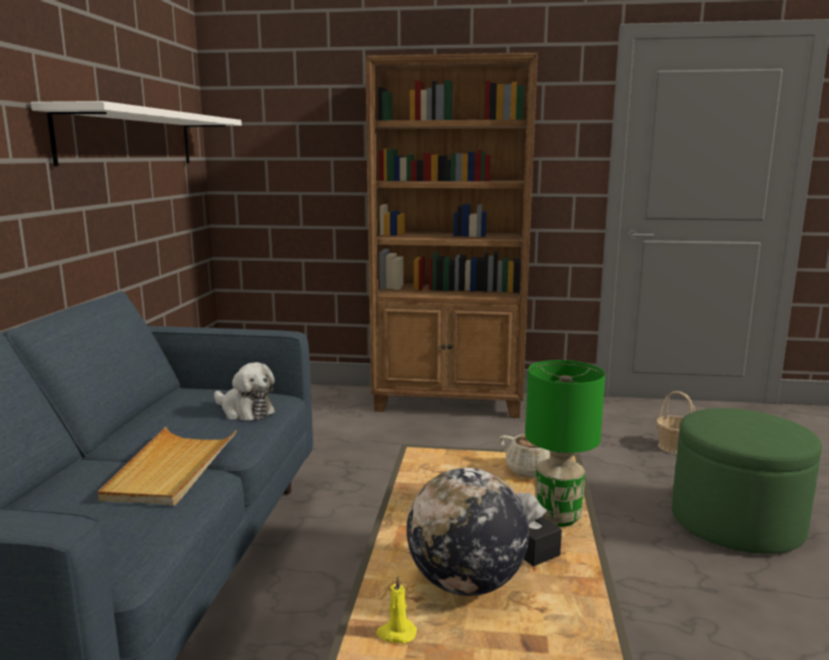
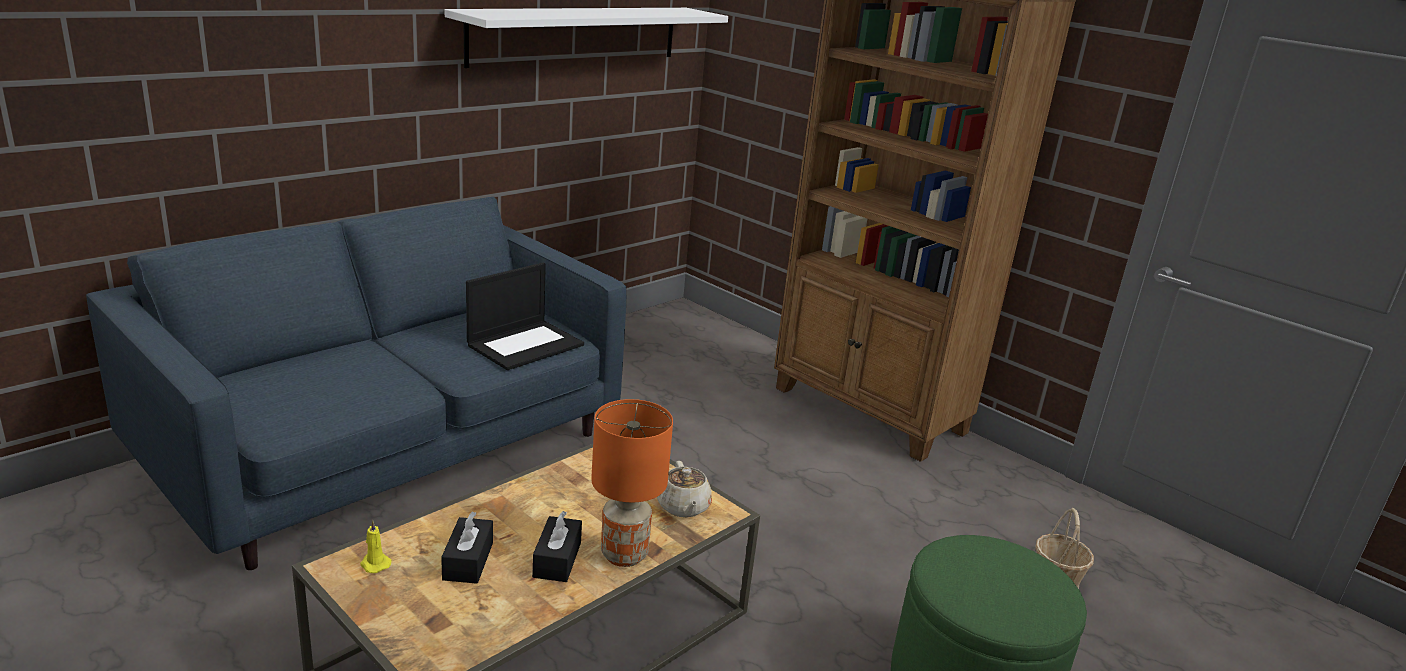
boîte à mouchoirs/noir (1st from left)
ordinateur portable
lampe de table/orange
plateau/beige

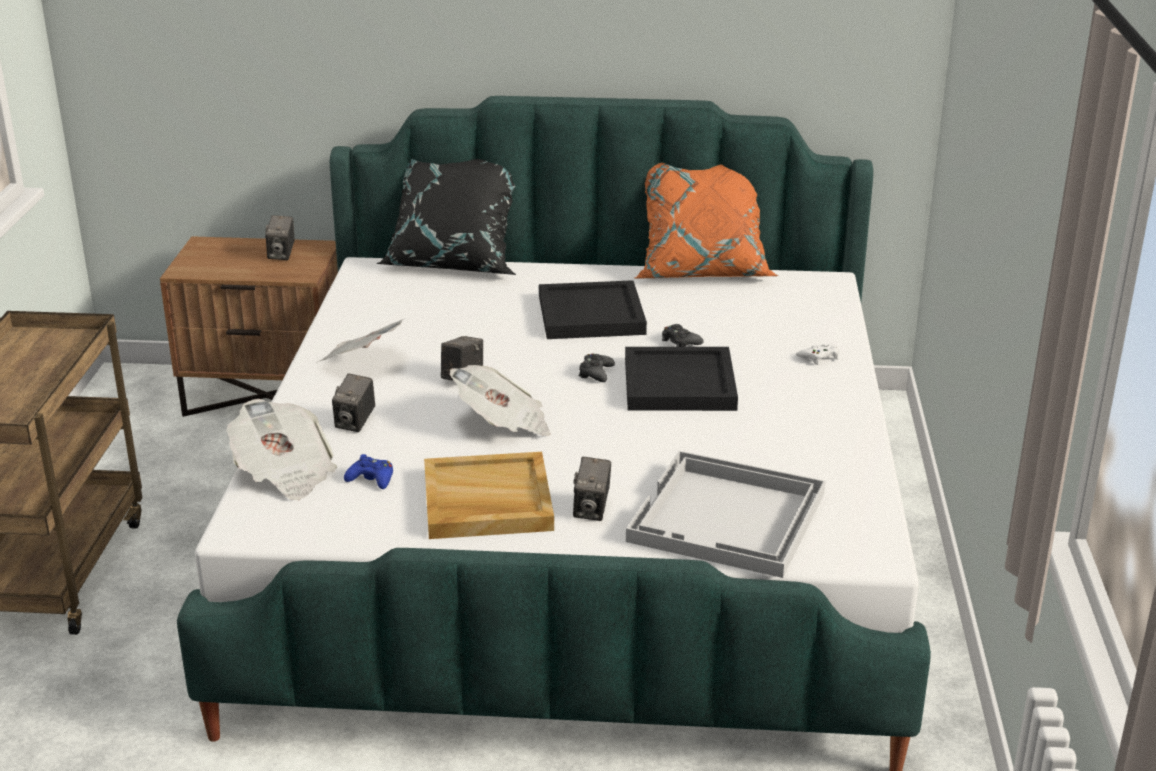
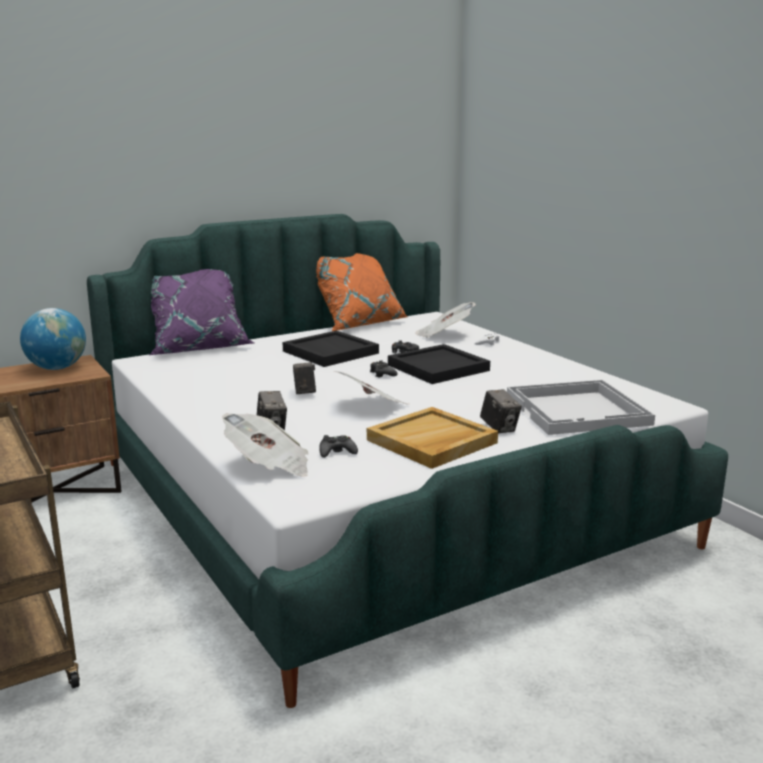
globe
coussin/violet
manette/noir (1st from left)
journal (3rd from left)

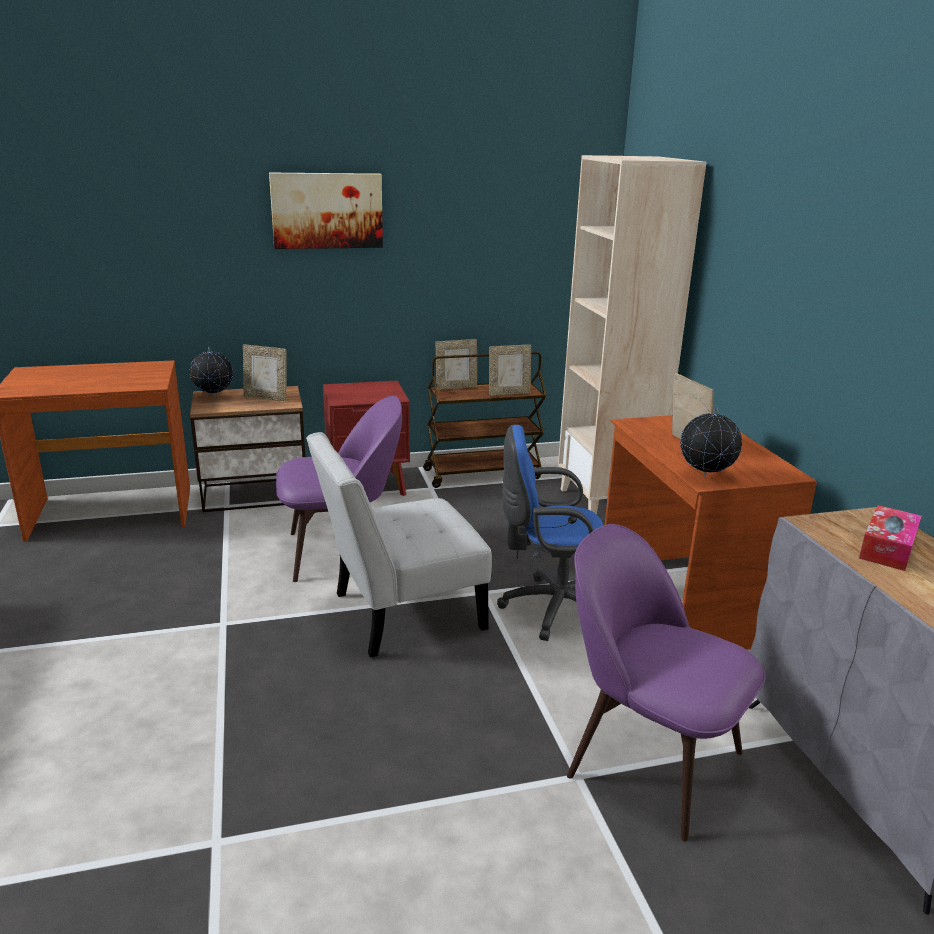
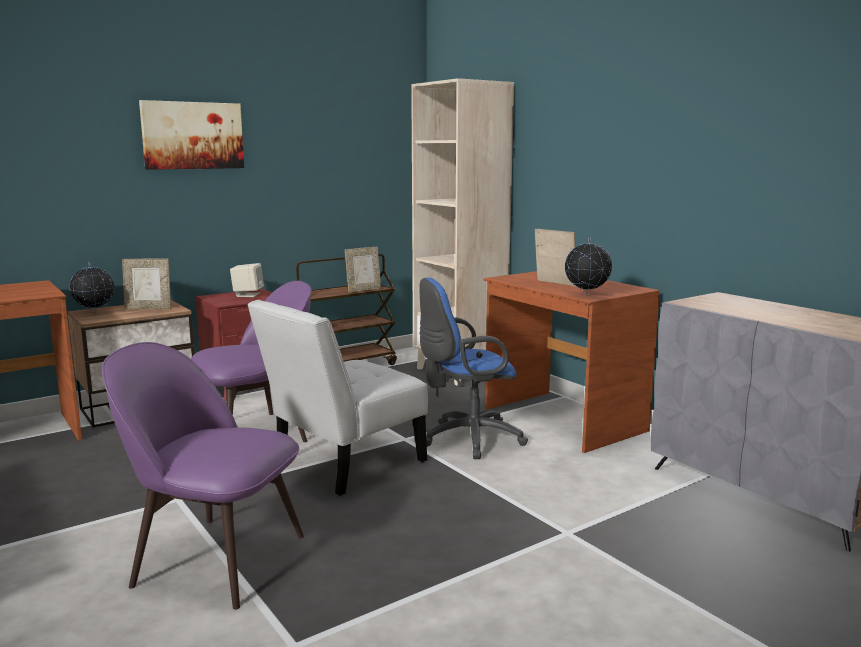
chaise/violet (1st from left)
enceinte/beige
cadre photo (2nd from left in the first image)
boîte à mouchoirs

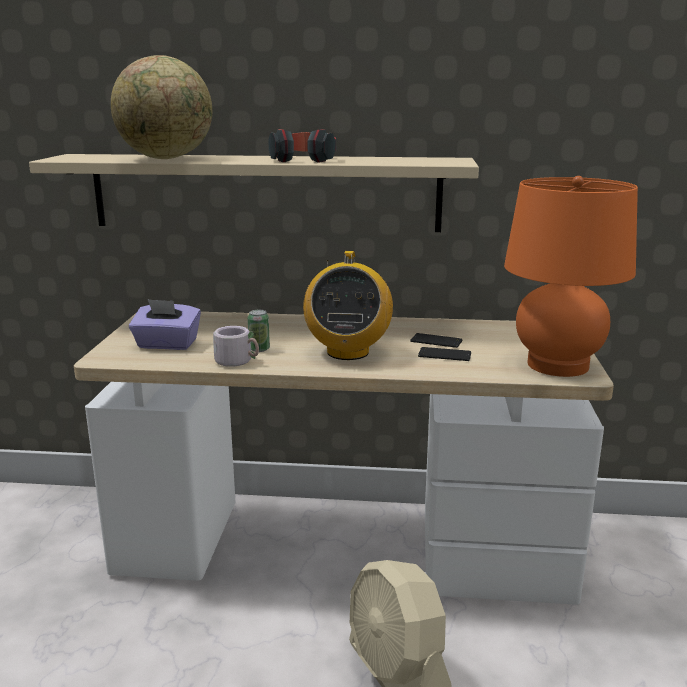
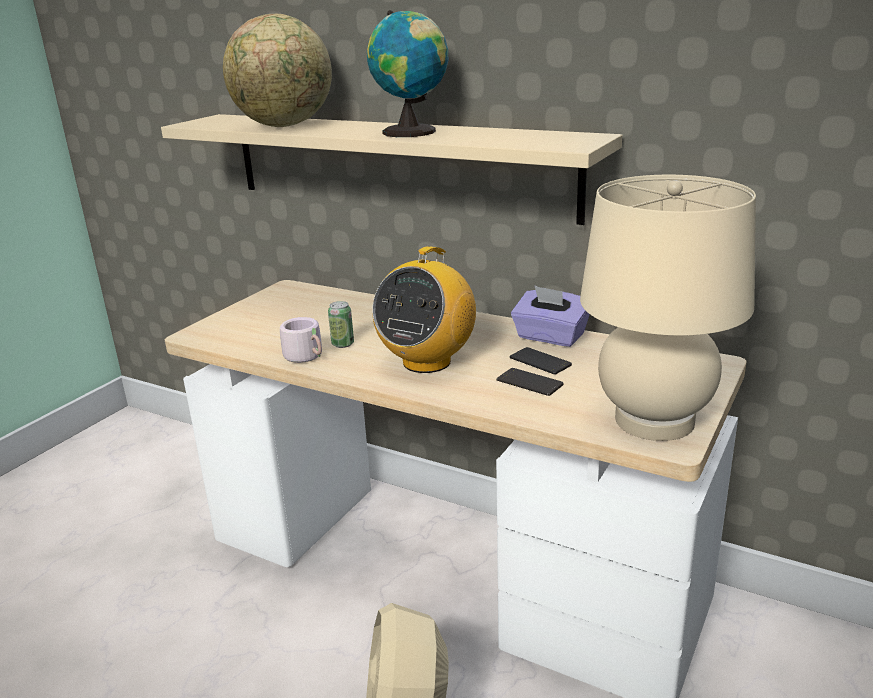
globe (2nd from left)
boîte à mouchoirs/violet
lampe de table/beige

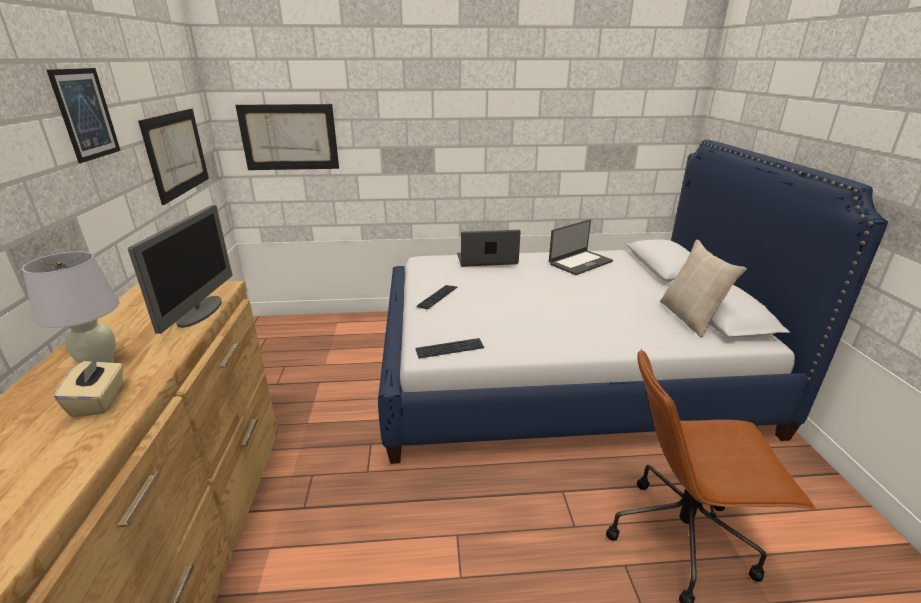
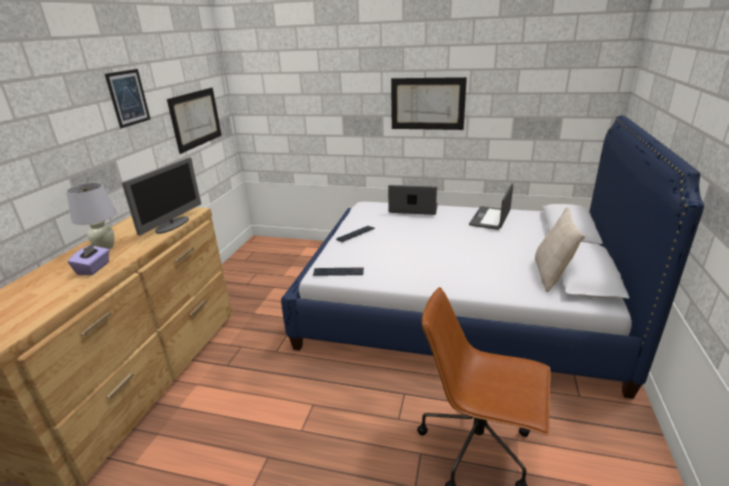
boîte à mouchoirs/violet
tableau (3rd from left)
ordinateur portable (2nd from left)

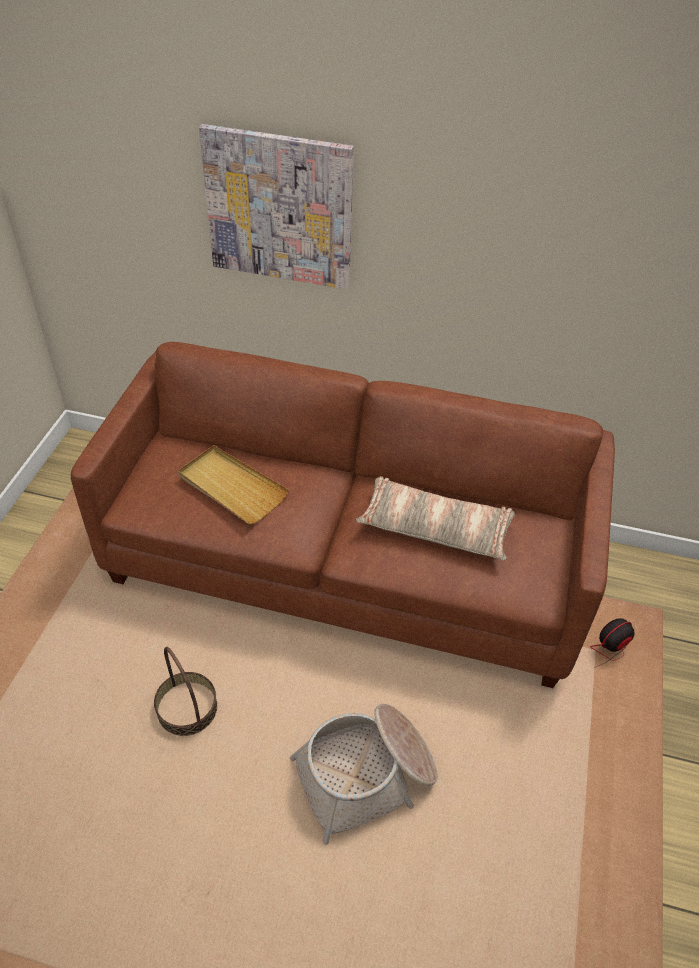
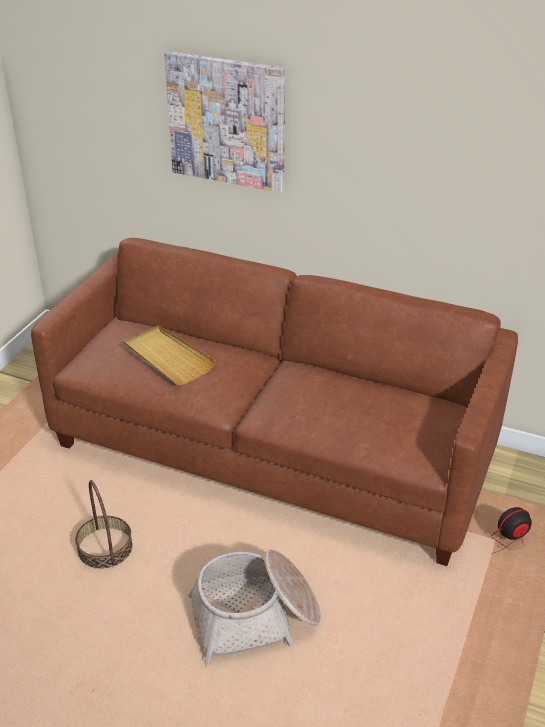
coussin

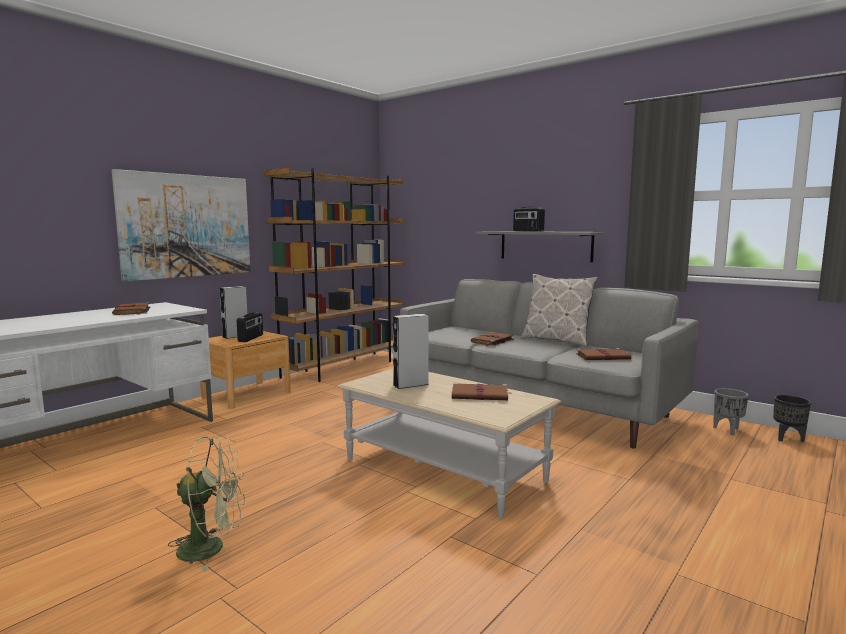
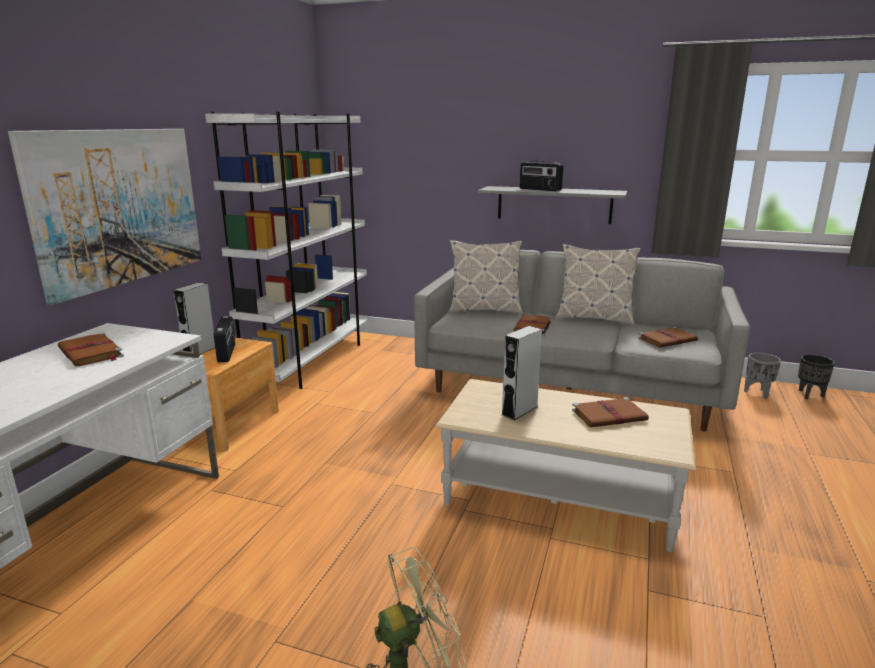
bibliothèque/blanc
coussin (1st from left)

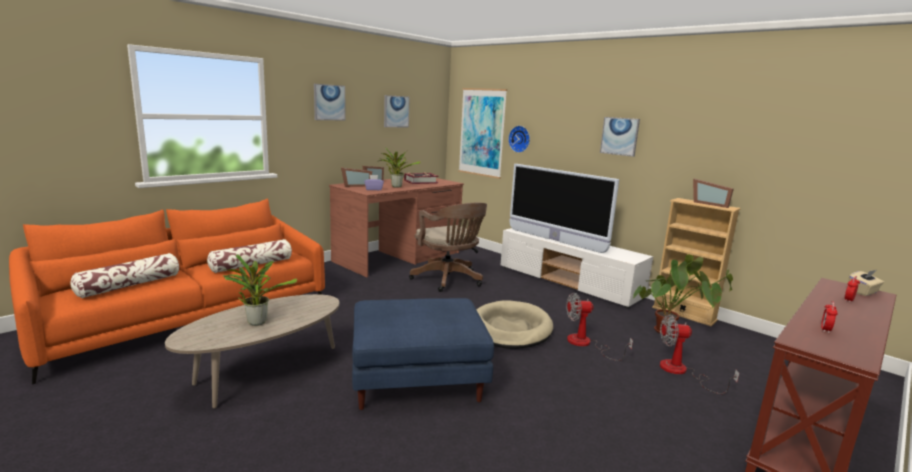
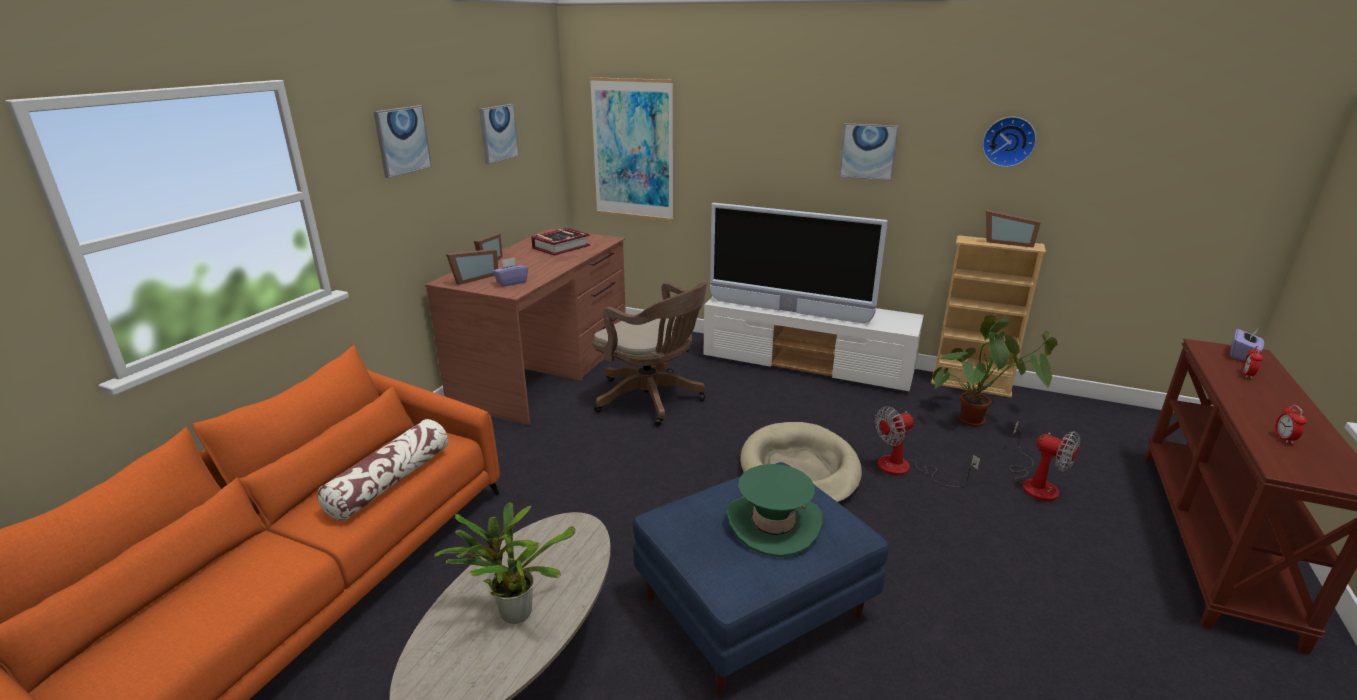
chapeau/vert
horloge murale
ventilateur (2nd from left)
boîte à mouchoirs/violet (2nd from left)
coussin (1st from left in the first image)
plante en pot (2nd from left in the first image)

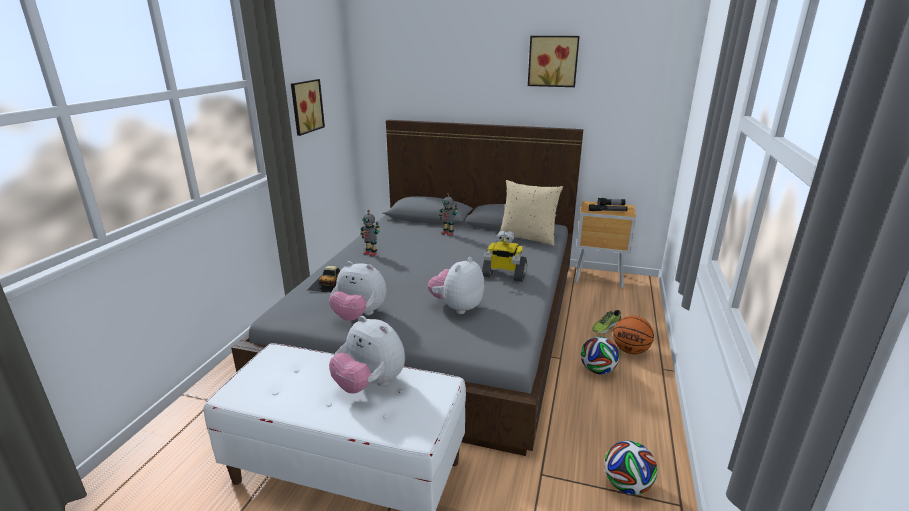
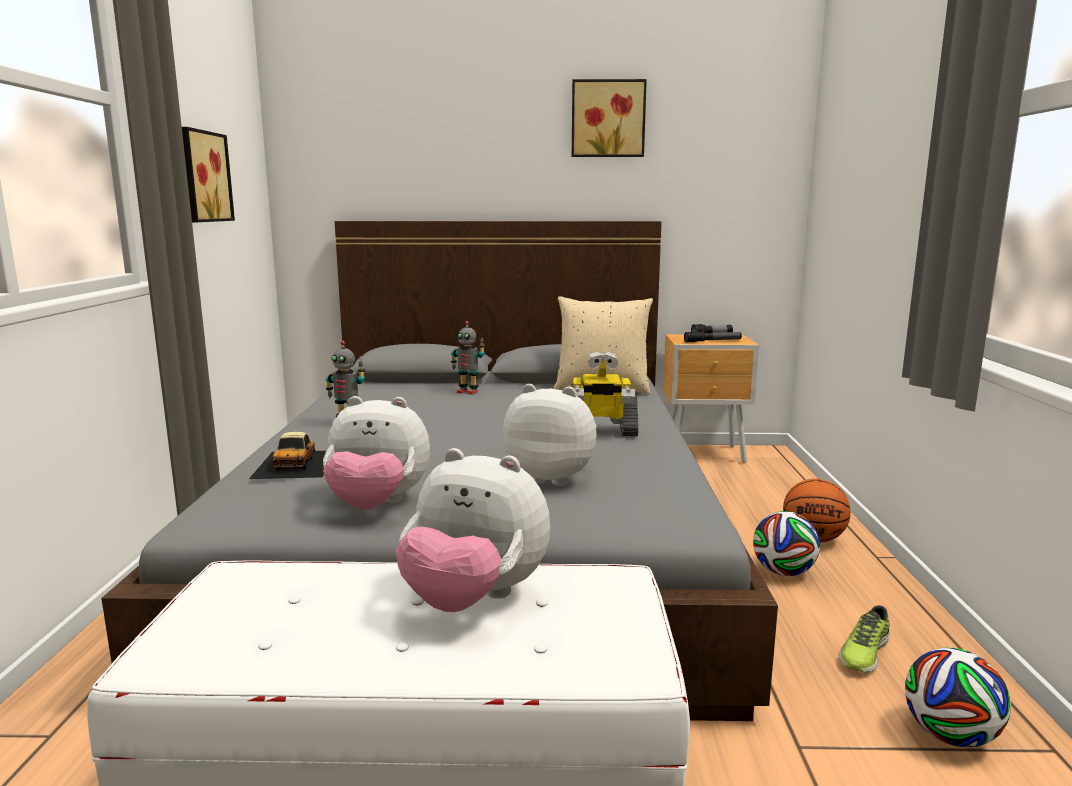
peluche (3rd from left)
chaussure

